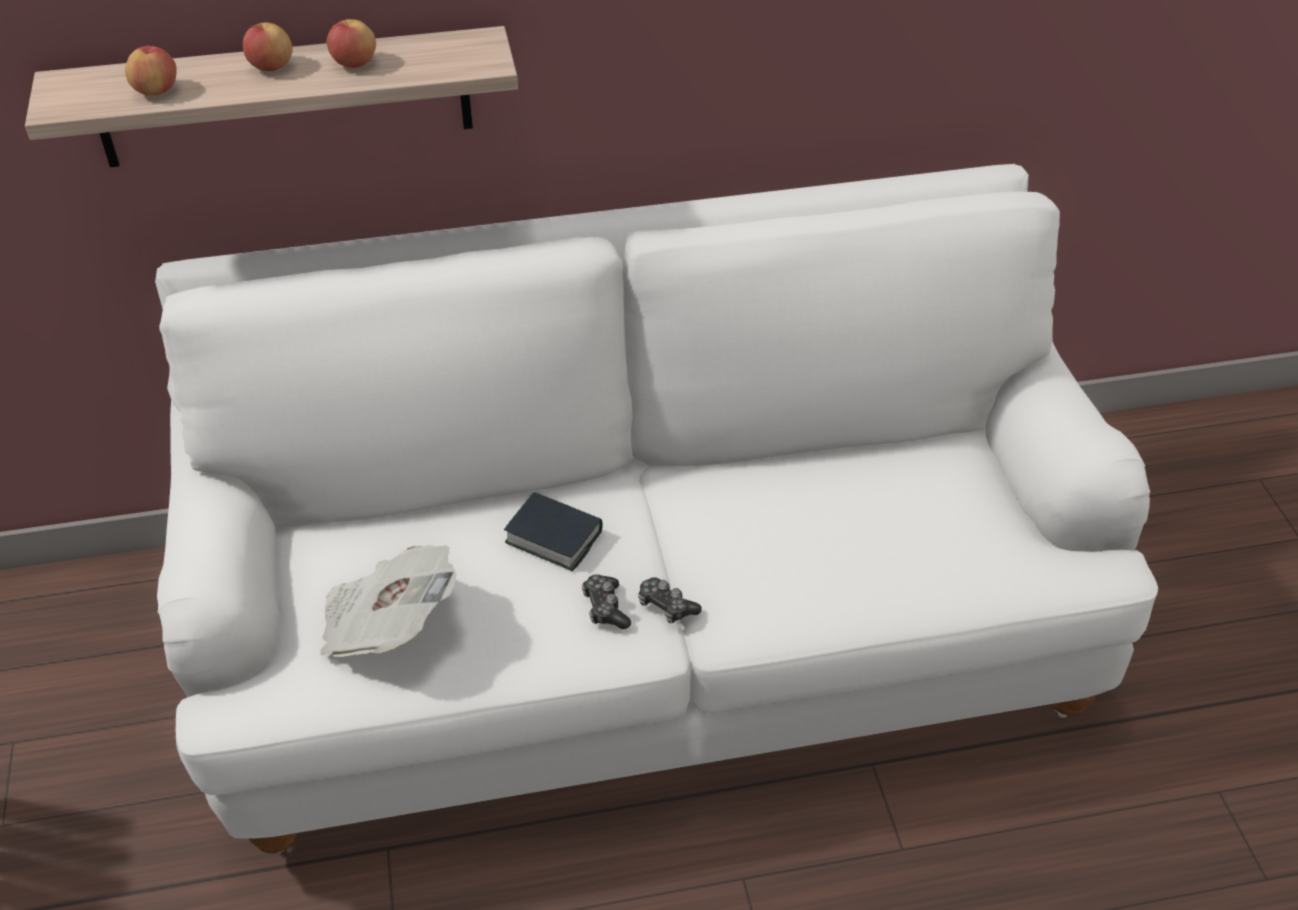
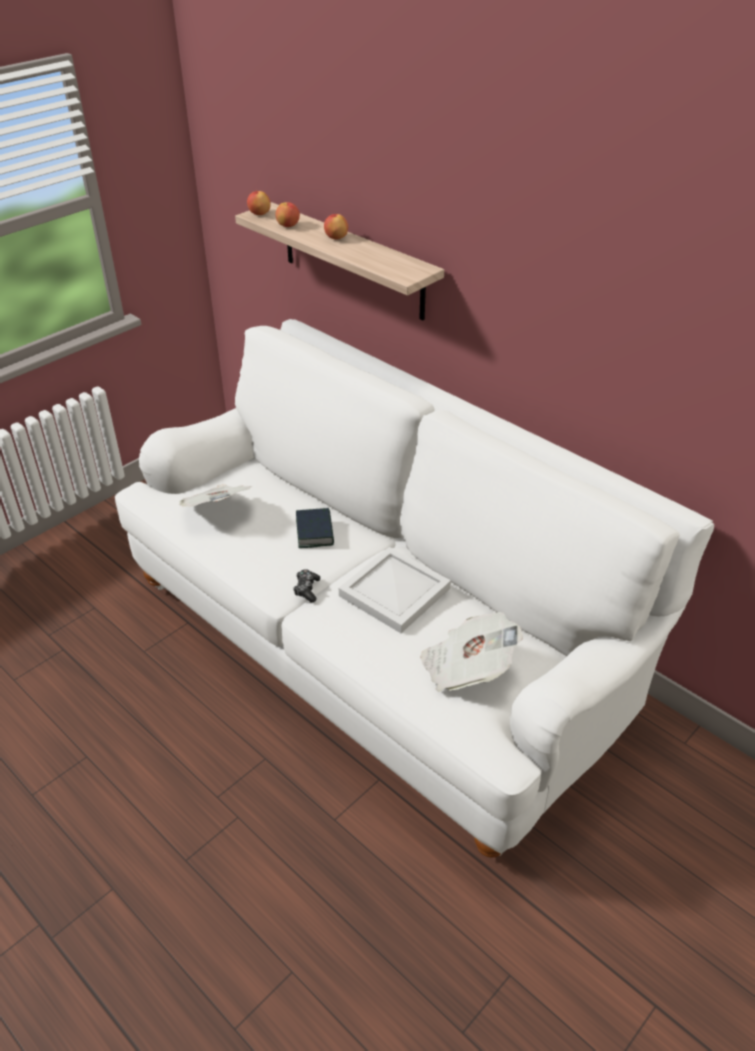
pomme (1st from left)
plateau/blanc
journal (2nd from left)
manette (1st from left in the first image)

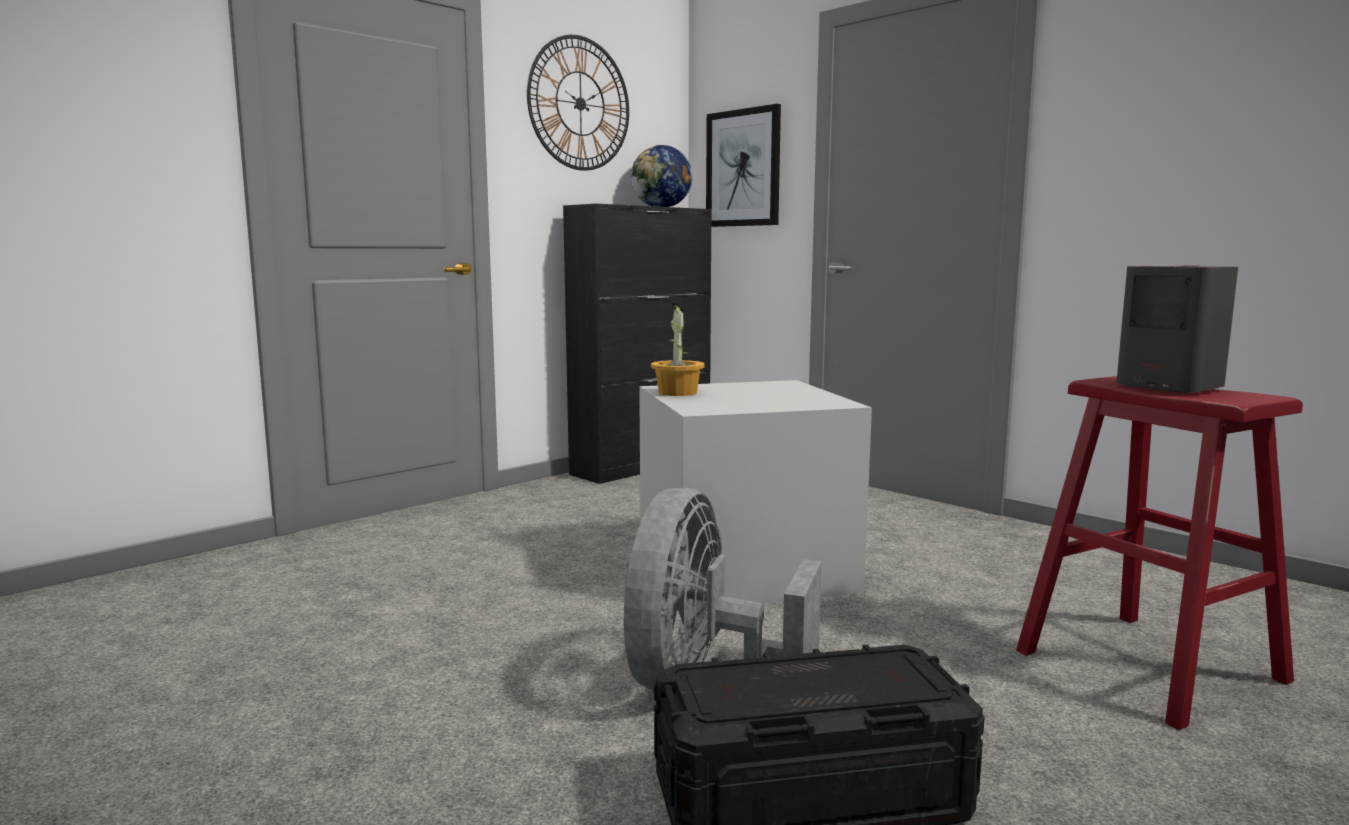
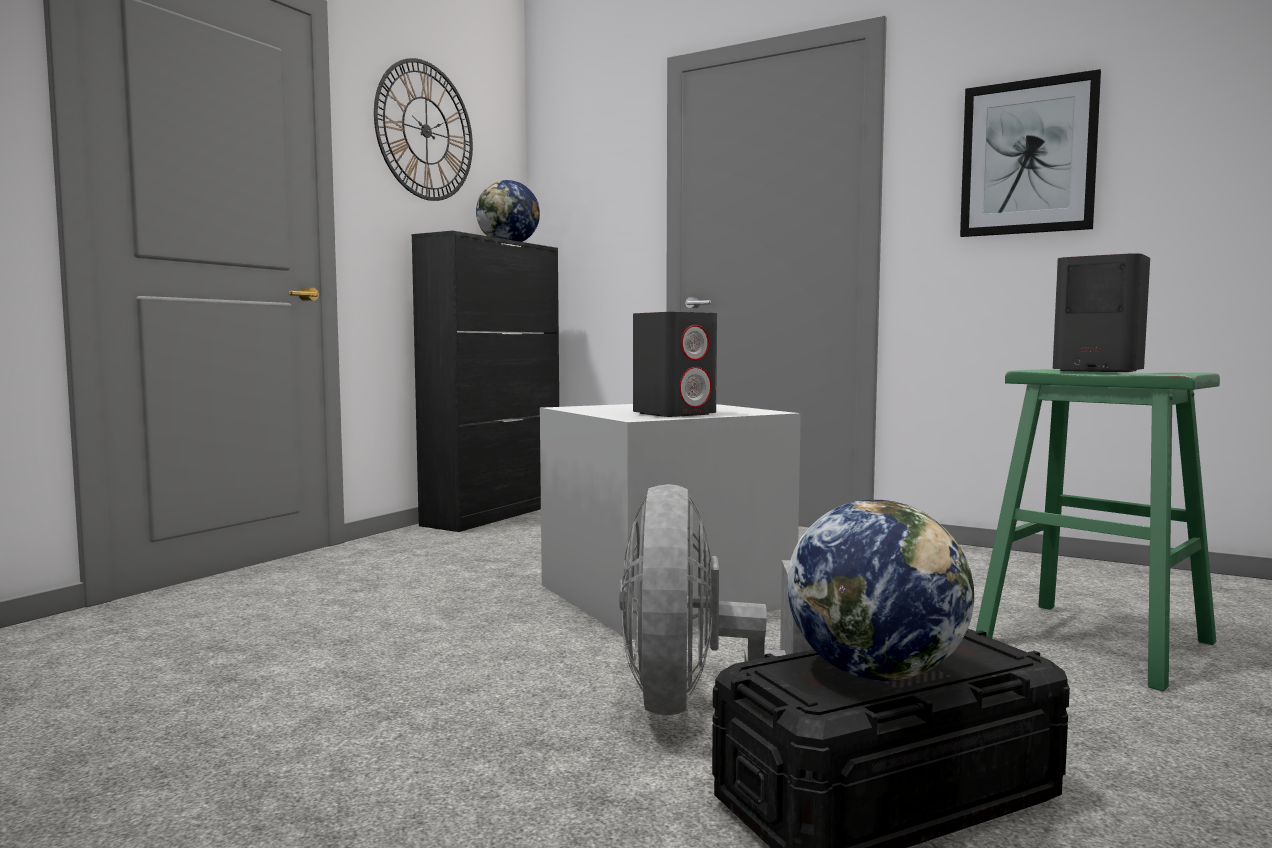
enceinte/gris (1st from left)
globe (2nd from left)
tableau
tabouret/vert
plante en pot

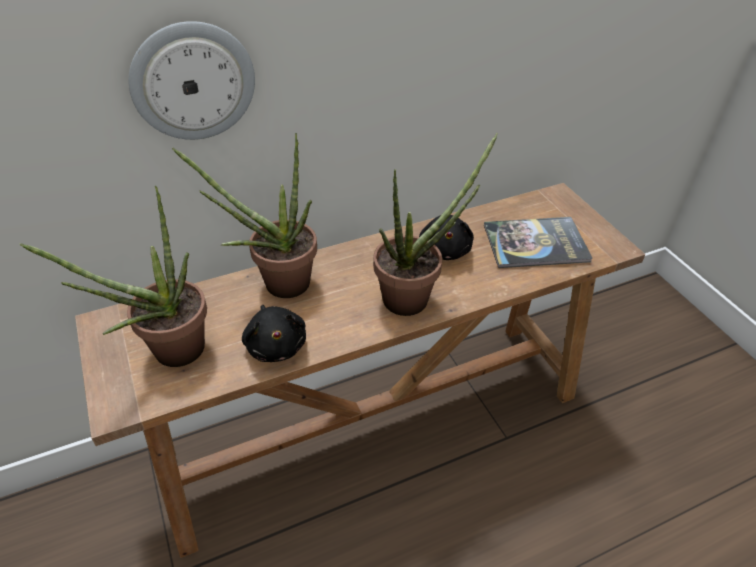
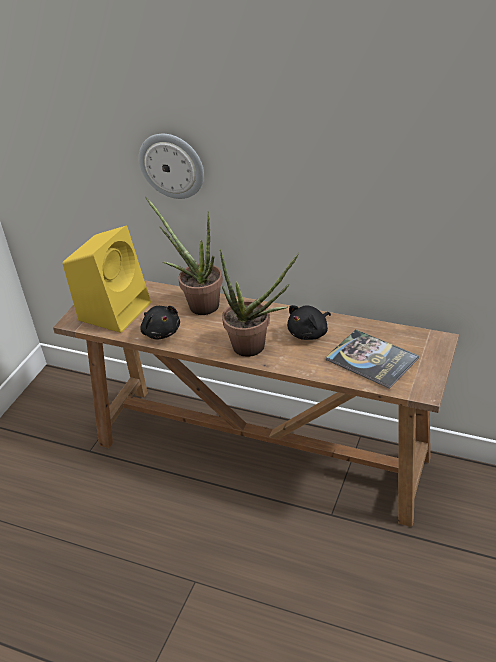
enceinte/jaune
peluche/noir (1st from left)

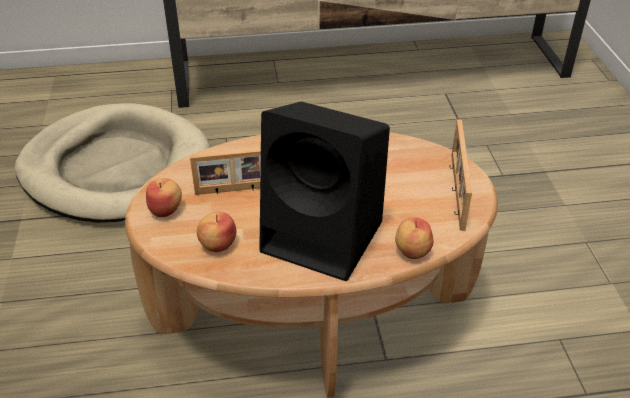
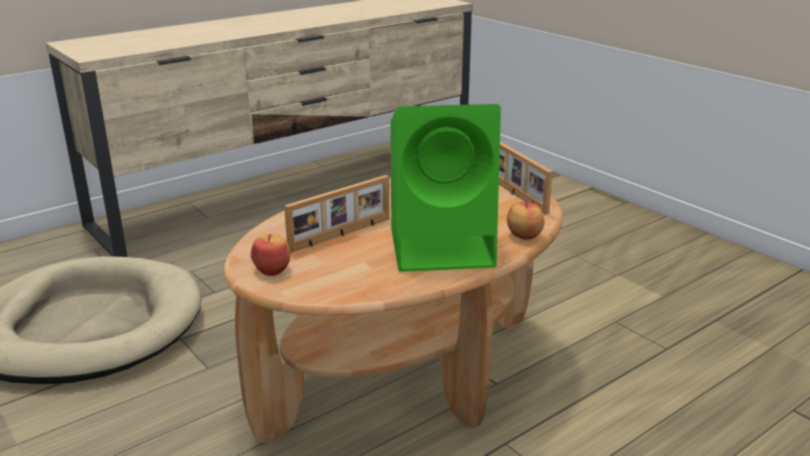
enceinte/vert
pomme (2nd from left in the first image)

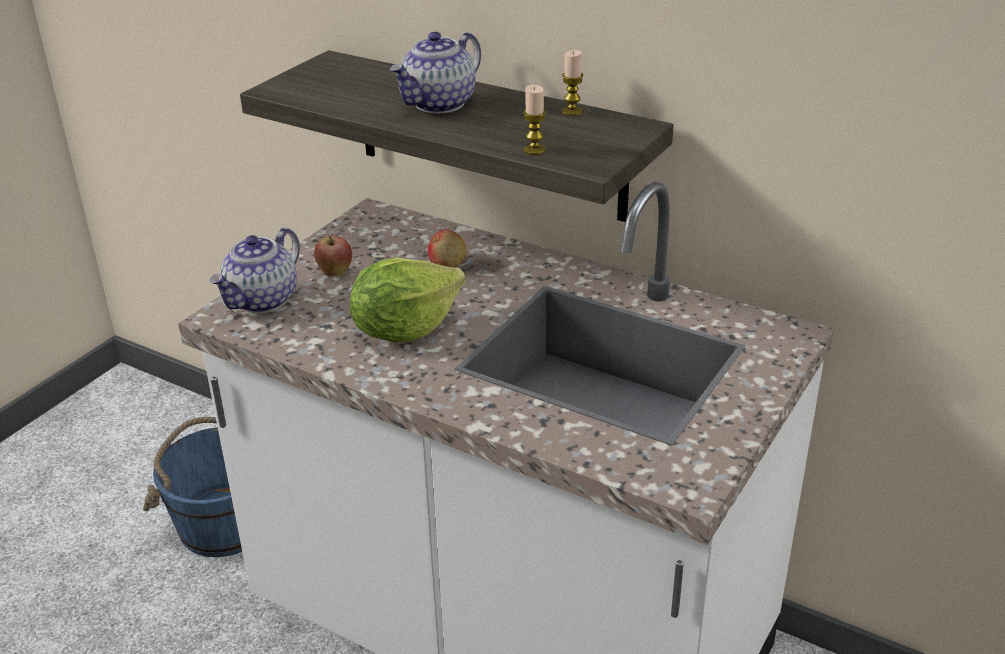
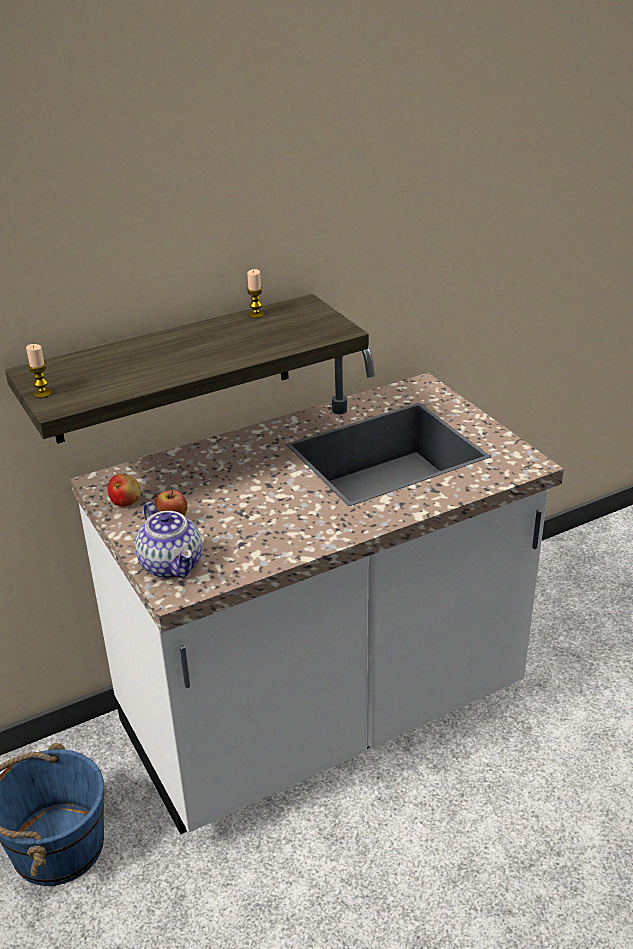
bougie (1st from left)
pomme (1st from left)
laitue
théière (2nd from left in the first image)

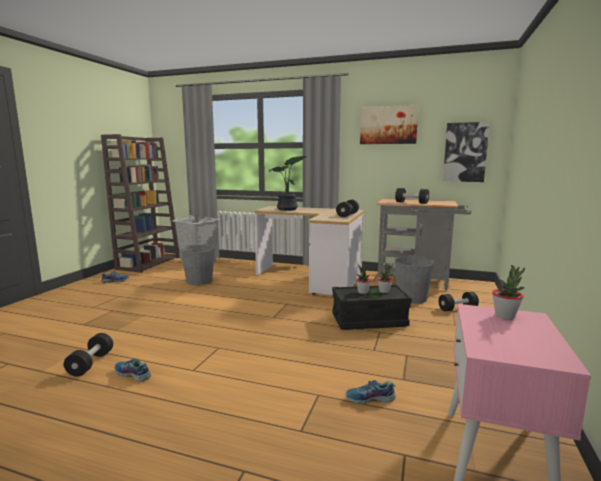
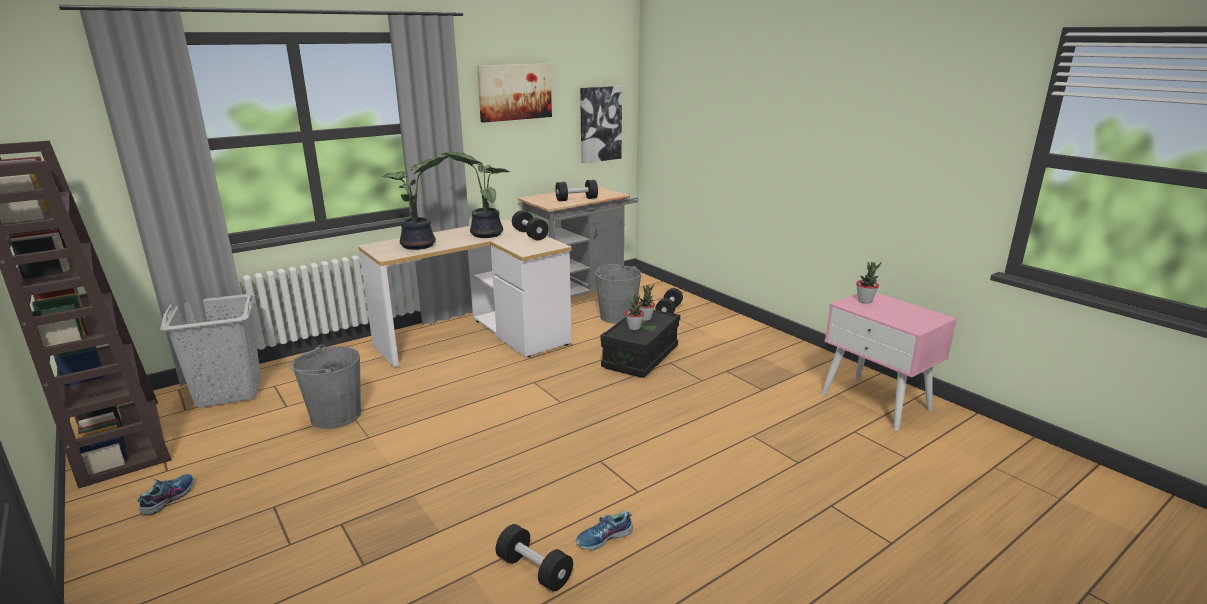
plante en pot (2nd from left)
chaussure (3rd from left in the first image)

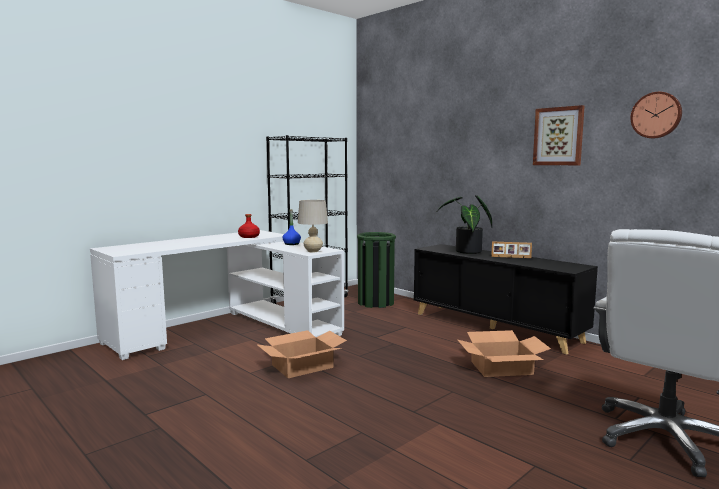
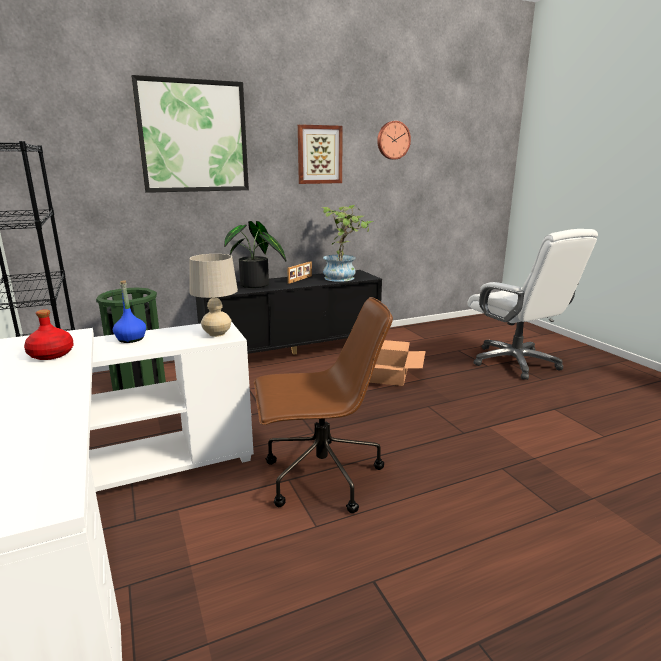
tableau (1st from left)
chaise de bureau/marron
plante en pot (2nd from left)

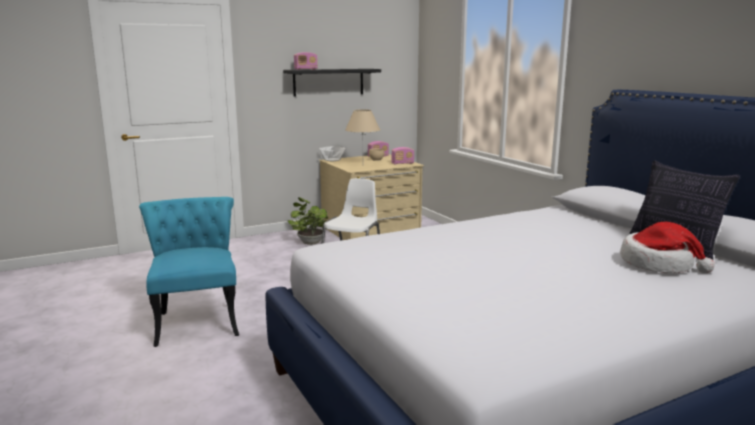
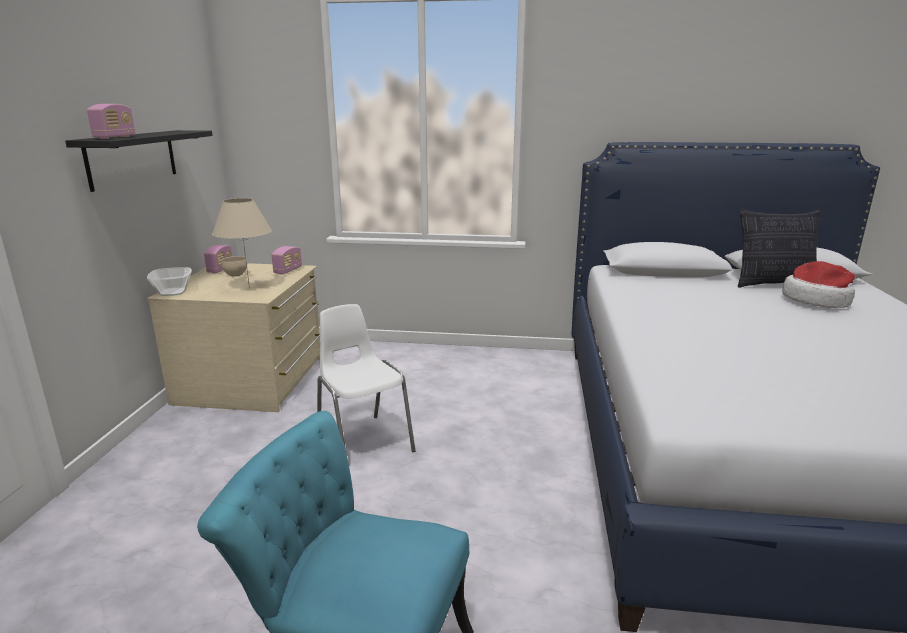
plante en pot

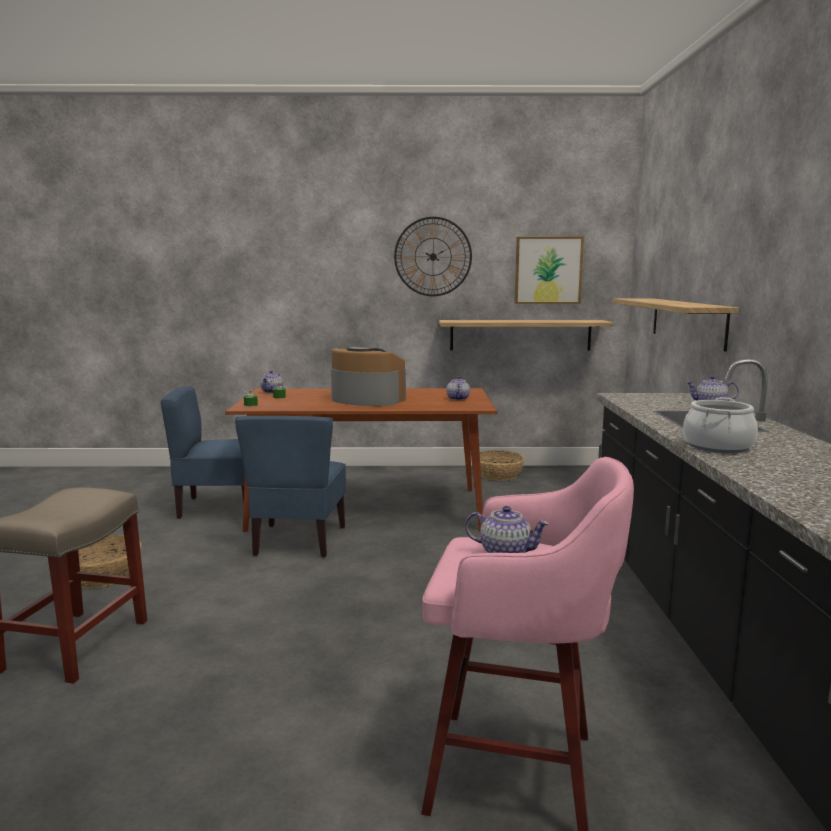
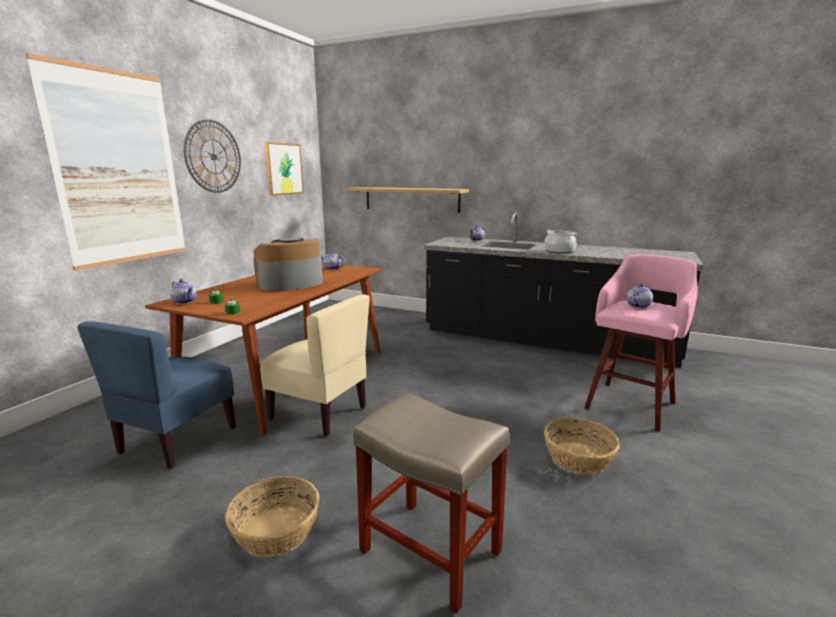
tableau (1st from left)
chaise/beige
panier (2nd from left)
étagère (1st from left in the first image)

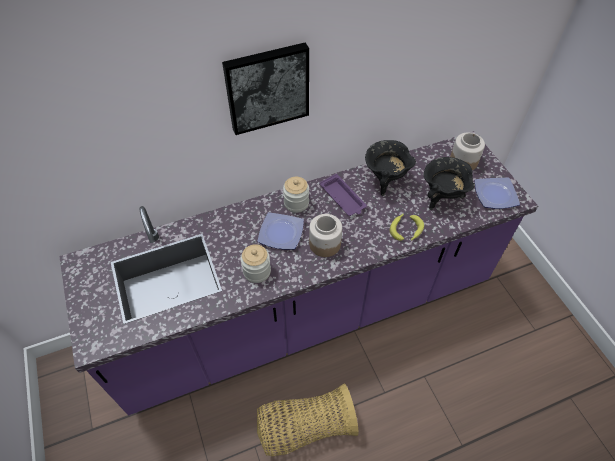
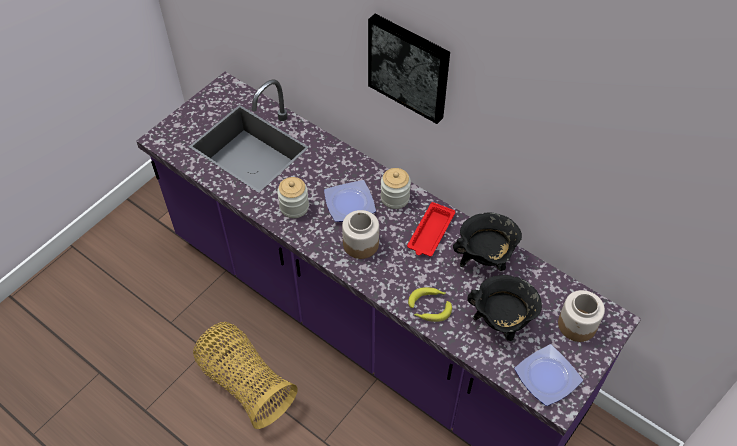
plateau/rouge

